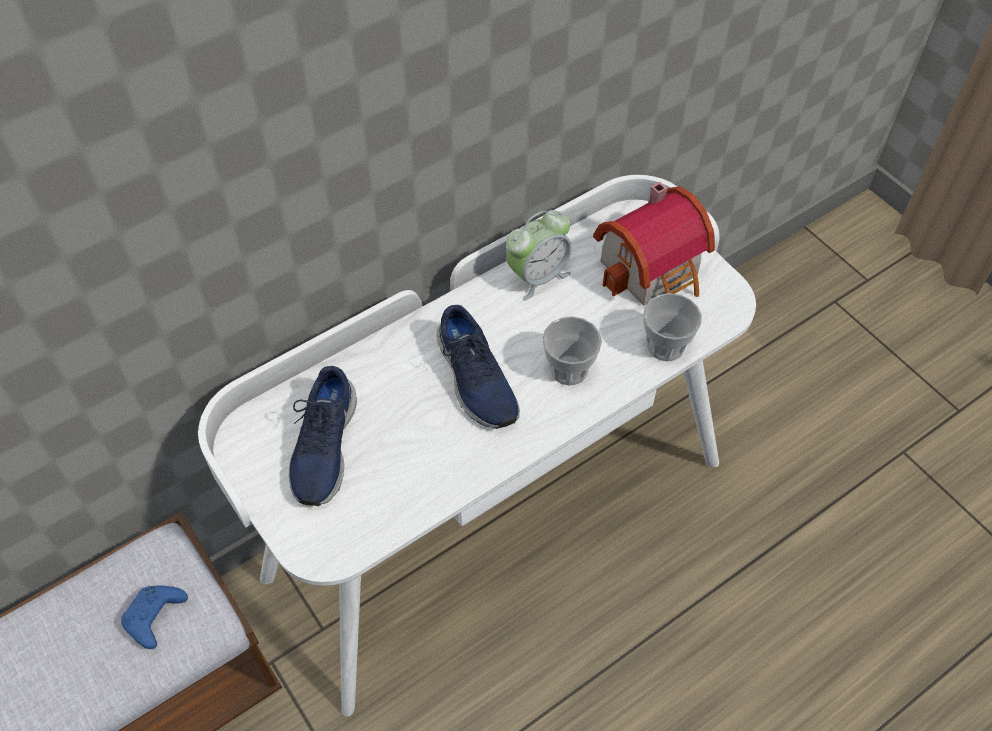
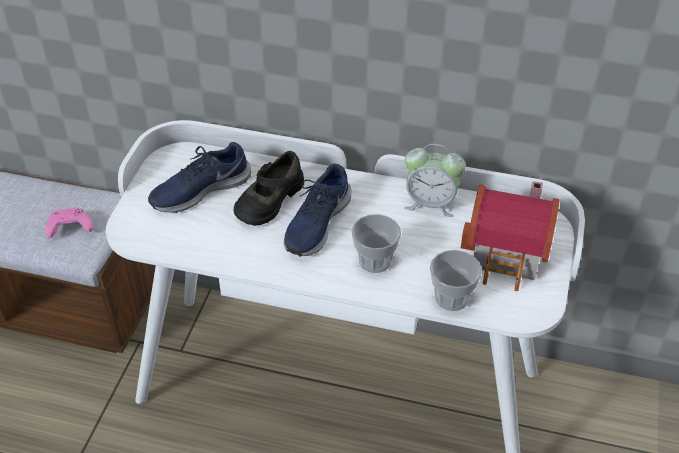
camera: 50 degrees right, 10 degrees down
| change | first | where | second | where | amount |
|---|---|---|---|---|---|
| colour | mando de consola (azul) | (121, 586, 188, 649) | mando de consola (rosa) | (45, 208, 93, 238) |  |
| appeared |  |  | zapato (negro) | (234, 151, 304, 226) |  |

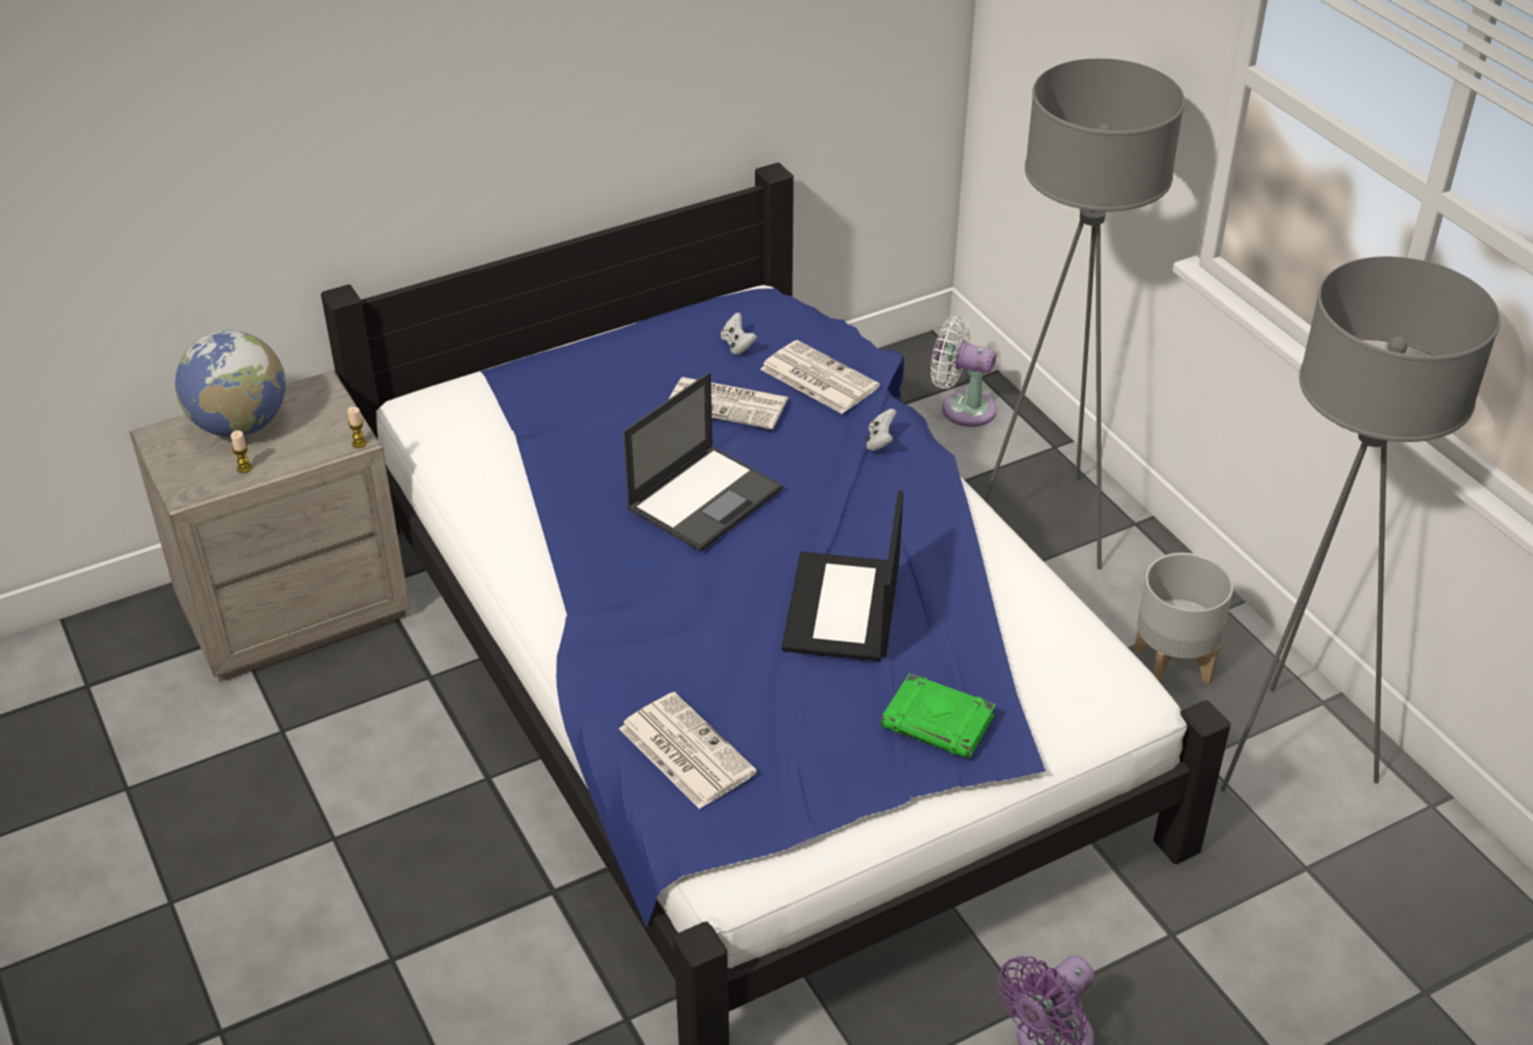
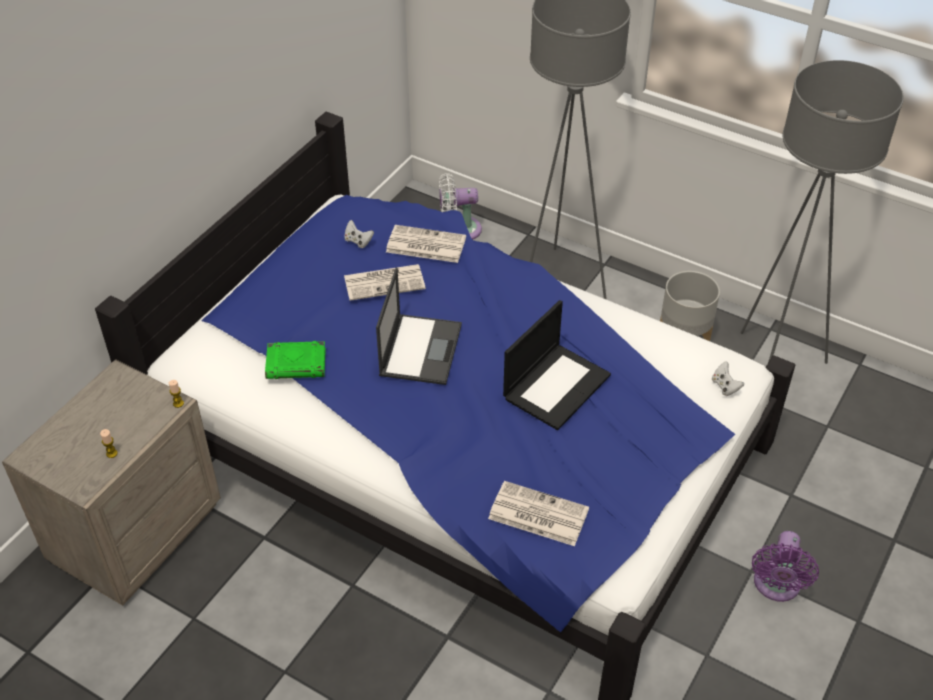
camera: 30 degrees left, 5 degrees up
| change | first | where | second | where | amount |
|---|---|---|---|---|---|
| missing | globo terráqueo | (175, 330, 286, 437) |  |  |  |
| spun | portátil | (782, 490, 904, 661) |  | (503, 300, 611, 430) | 120 degrees counterclockwise |
| relocated | mando de consola (blanco) | (866, 409, 896, 451) |  | (712, 361, 744, 396) |  |
| relocated | libro (verde) | (881, 673, 996, 759) |  | (265, 341, 326, 379) |  |

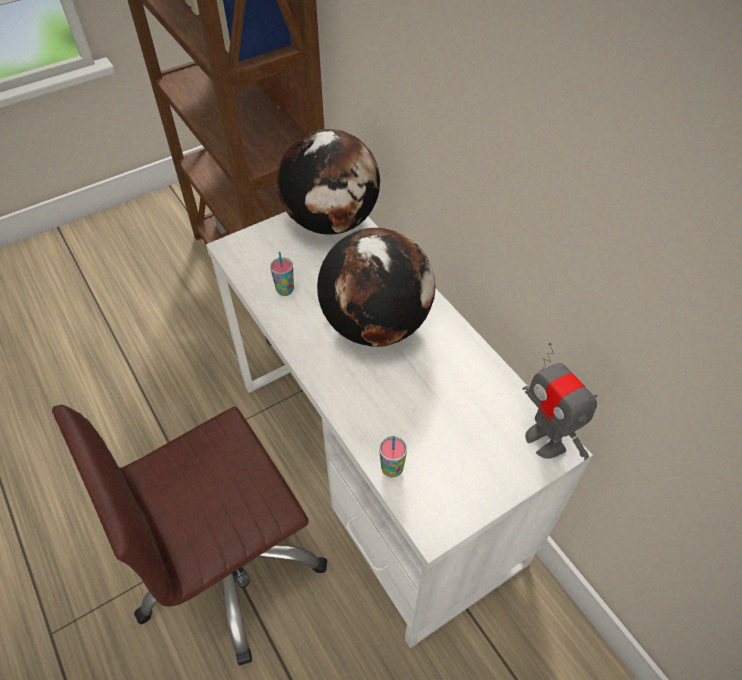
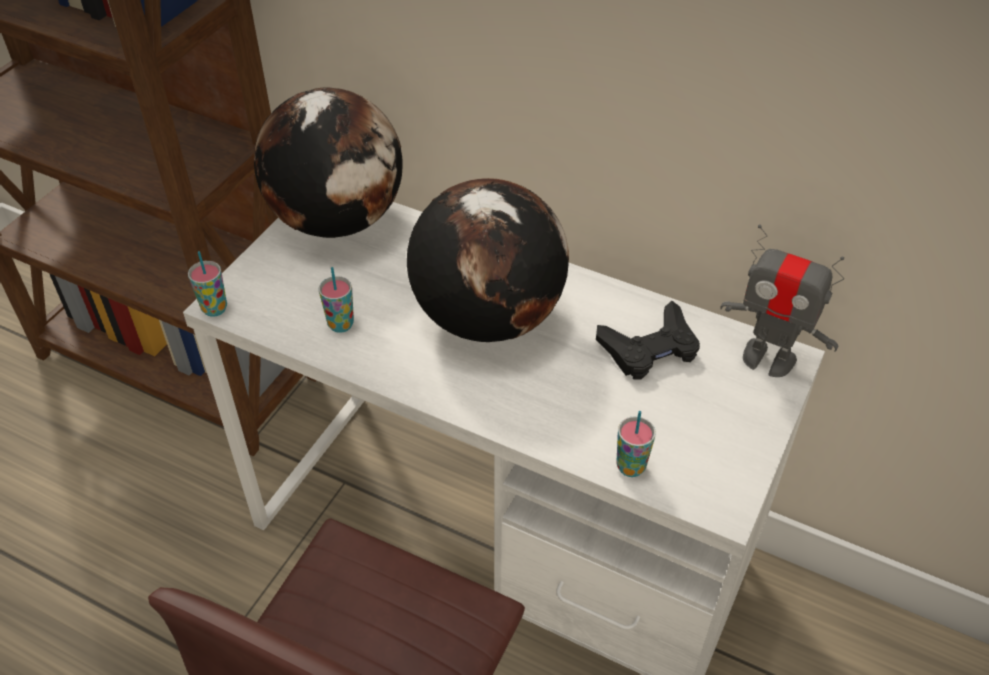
camera: 30 degrees left, 5 degrees down
| change | first | where | second | where | amount |
|---|---|---|---|---|---|
| appeared |  |  | taza | (188, 251, 227, 317) |  |
| appeared |  |  | mando de consola (negro) | (596, 301, 700, 379) |  |

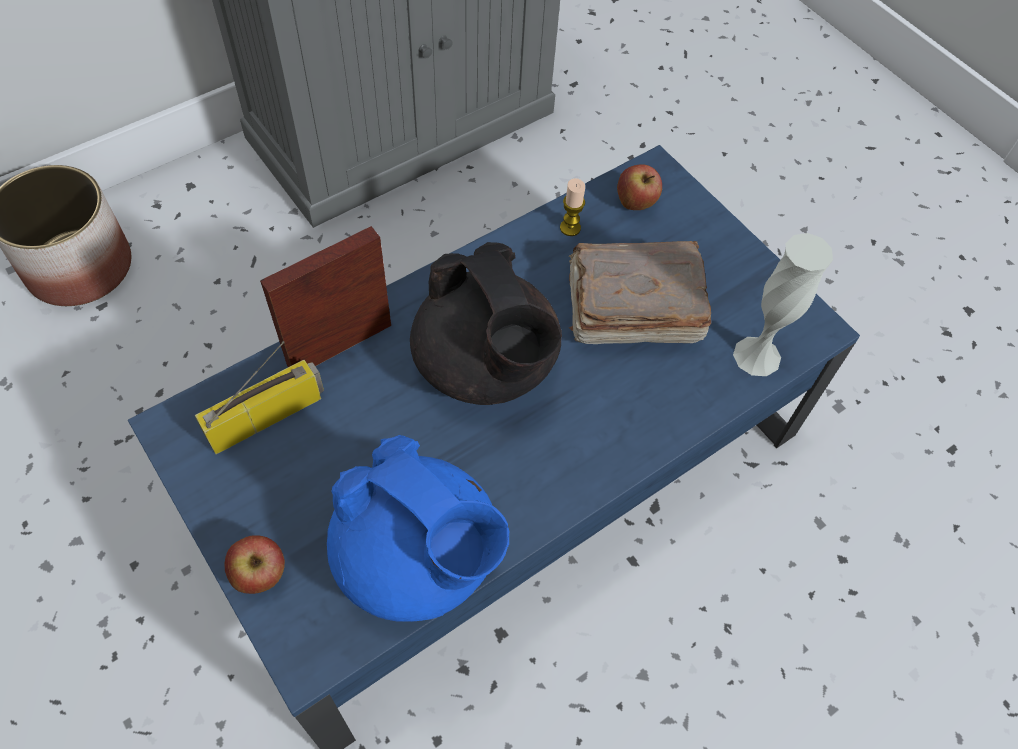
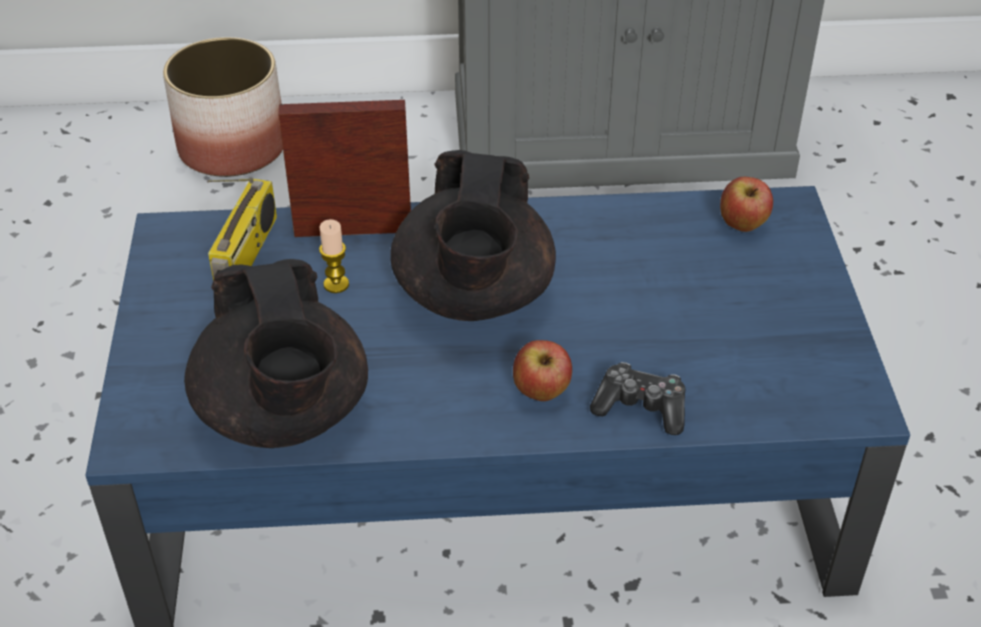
camera: 35 degrees right, 15 degrees down
| change | first | where | second | where | amount |
|---|---|---|---|---|---|
| spun | radio | (195, 341, 324, 454) |  | (207, 177, 277, 280) | 105 degrees clockwise |
| relocated | manzana | (224, 535, 285, 594) |  | (513, 340, 572, 401) |  |
| colour | tetera (azul) | (327, 435, 509, 622) | tetera (negro) | (184, 259, 368, 448) |  |
| relocated | vela | (560, 178, 585, 236) |  | (319, 219, 349, 293) |  |
| missing | libro (marrón) | (569, 241, 711, 344) |  |  |  |
| missing | florero (blanco) | (733, 233, 833, 376) |  |  |  |
| appeared |  |  | mando de consola | (590, 362, 686, 435) |  |

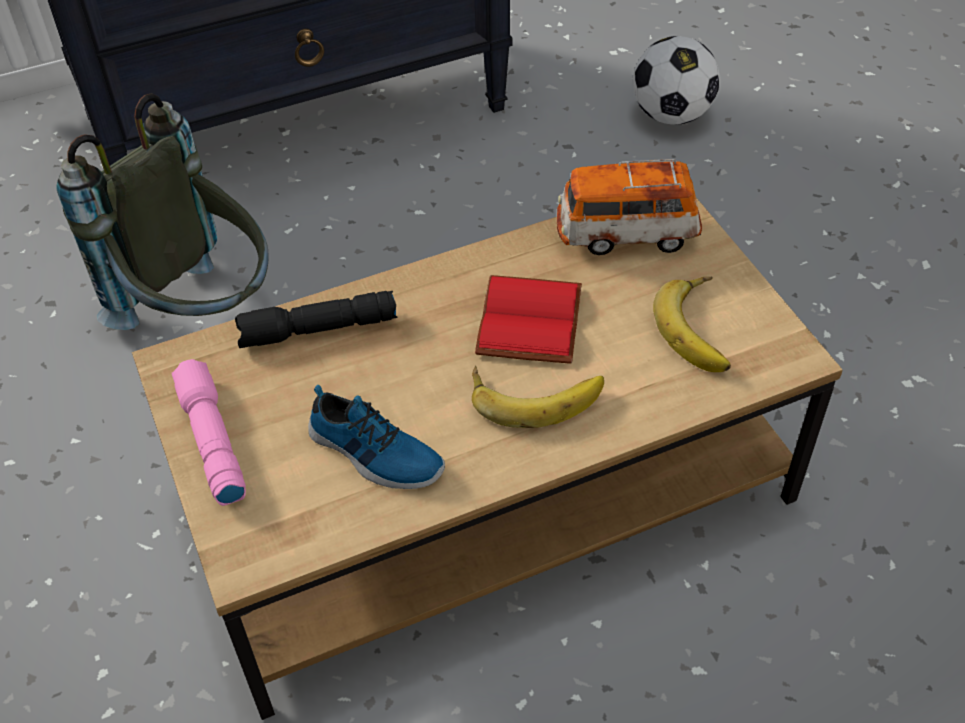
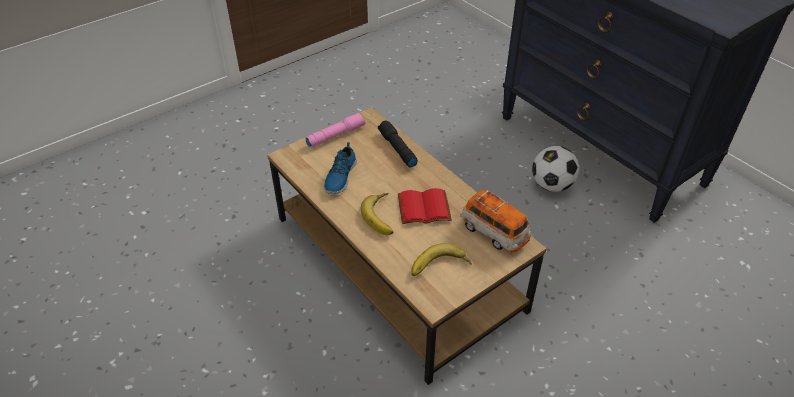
camera: 75 degrees right, 5 degrees down
| change | first | where | second | where | amount |
|---|---|---|---|---|---|
| missing | mochila (gris) | (56, 94, 269, 330) |  |  |  |
| spun | coche de juguete | (557, 159, 702, 255) |  | (460, 189, 531, 252) | 150 degrees clockwise |
| relocated | balón de fútbol | (633, 36, 720, 125) |  | (532, 146, 579, 192) |  |

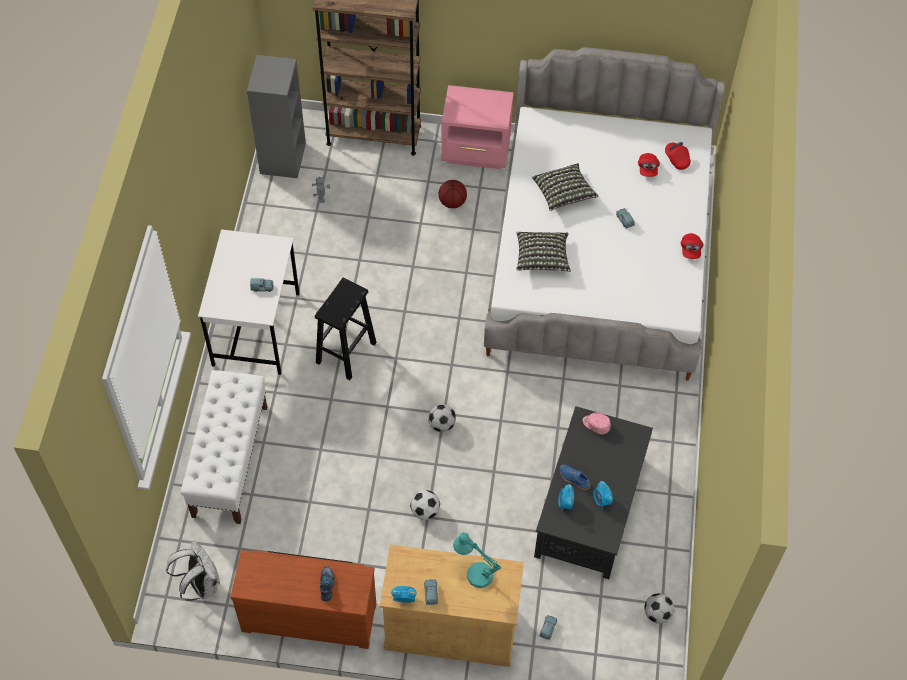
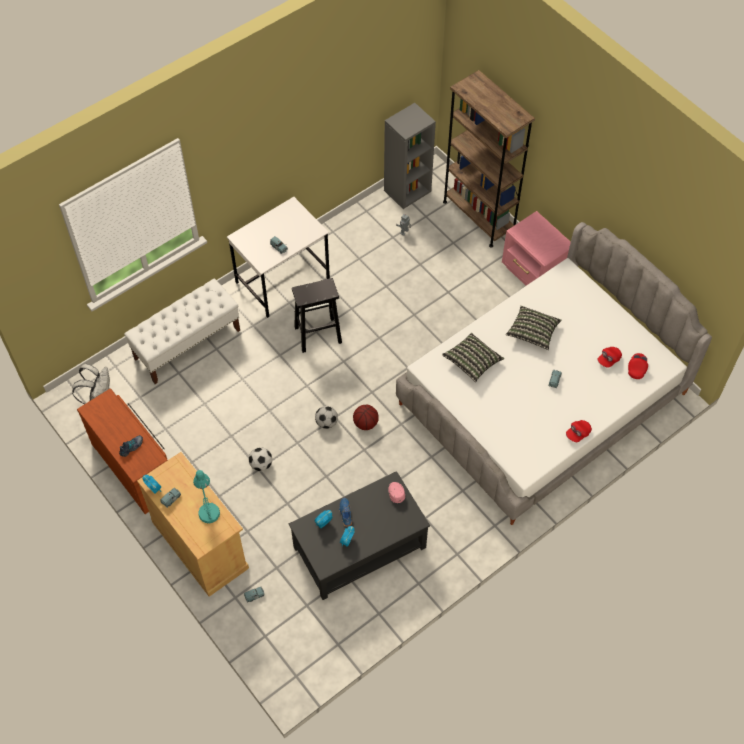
camera: 45 degrees right, 0 degrees up
| change | first | where | second | where | amount |
|---|---|---|---|---|---|
| relocated | balón de baloncesto | (439, 180, 467, 208) |  | (353, 405, 379, 430) |  |
| missing | balón de fútbol | (644, 593, 675, 624) |  |  |  |

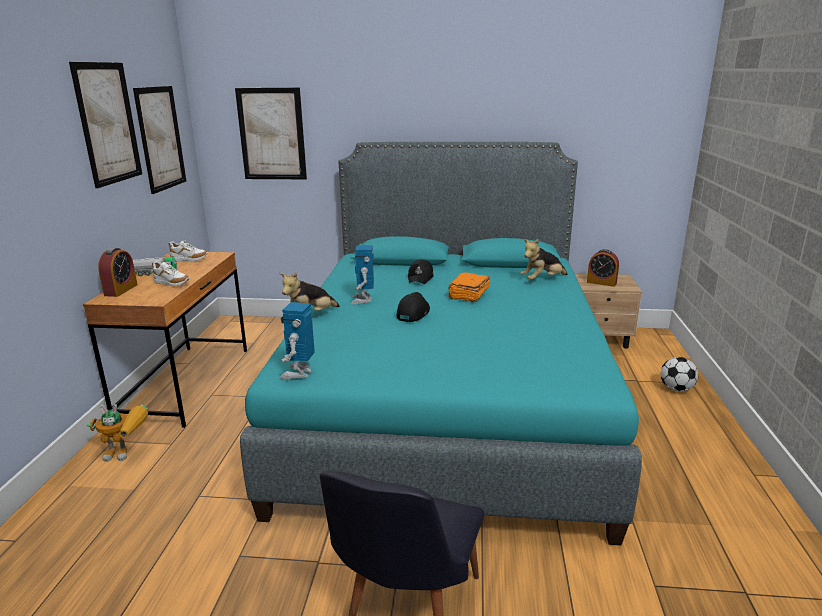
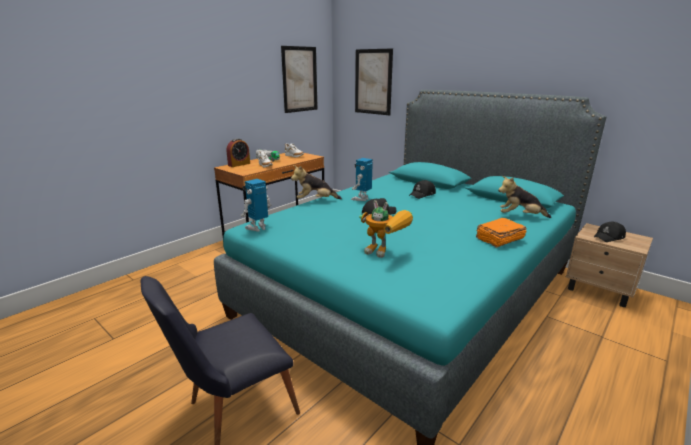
camera: 35 degrees right, 0 degrees up
| change | first | where | second | where | amount |
|---|---|---|---|---|---|
| missing | cuadro | (69, 62, 142, 188) |  |  |  |
| relocated | robot de juguete | (87, 404, 148, 462) |  | (359, 200, 413, 258) |  |
| relocated | libro (naranja) | (448, 272, 490, 302) |  | (476, 218, 527, 248) |  |
| exchanged | despertador | (587, 249, 619, 287) | gorra (negro) | (593, 222, 626, 242) |  |
| missing | balón de fútbol | (660, 357, 698, 392) |  |  |  |

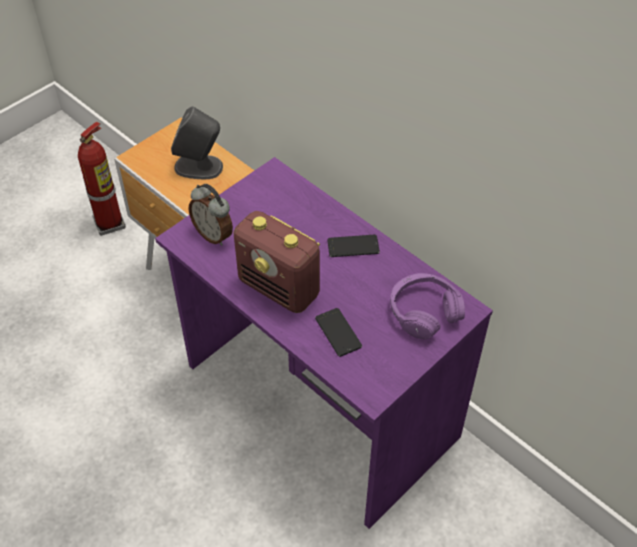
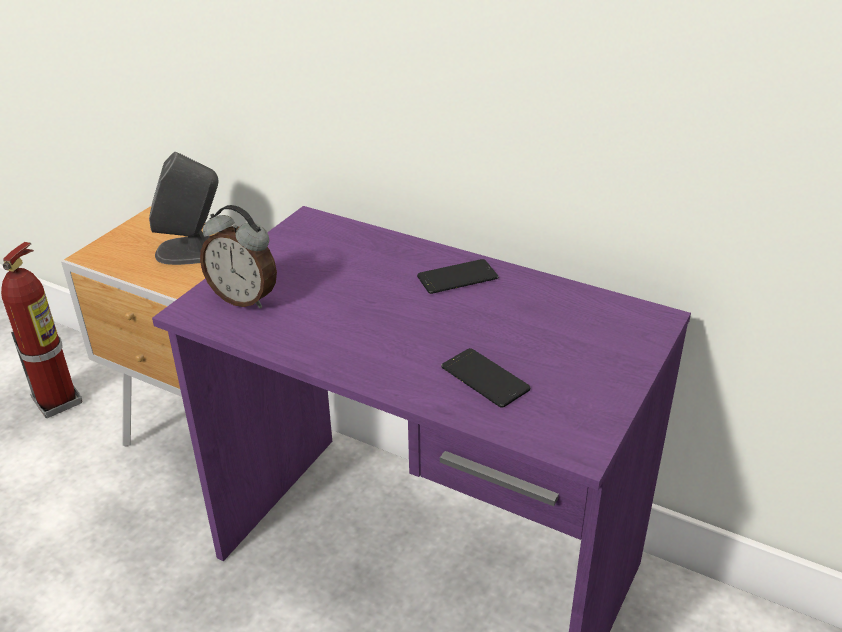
camera: 15 degrees left, 15 degrees down
| change | first | where | second | where | amount |
|---|---|---|---|---|---|
| missing | radio | (234, 211, 320, 313) |  |  |  |
| missing | auriculares (morado) | (390, 273, 465, 339) |  |  |  |

